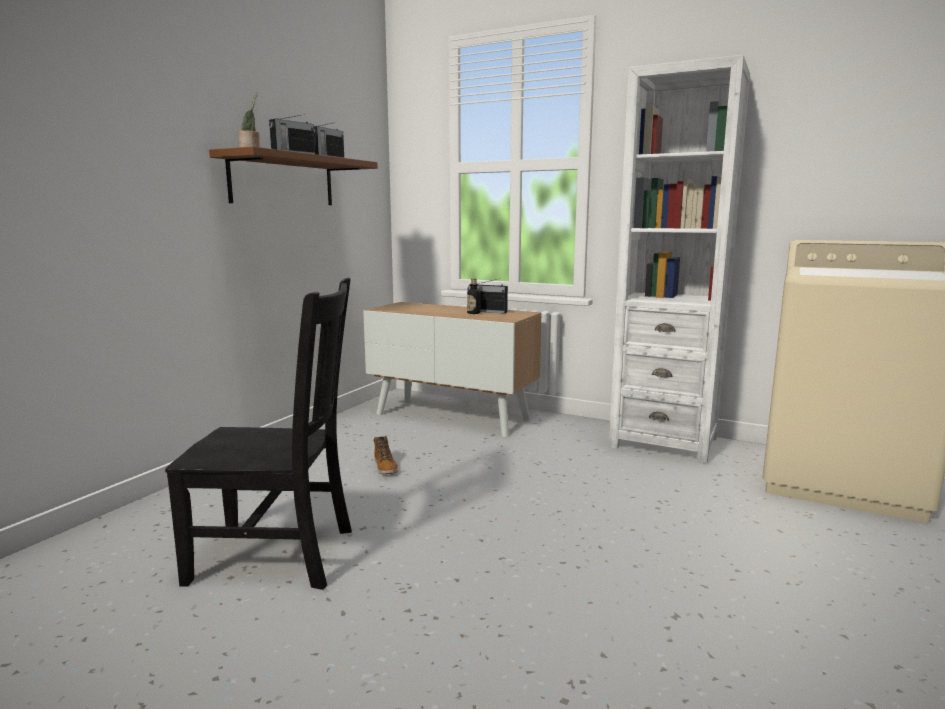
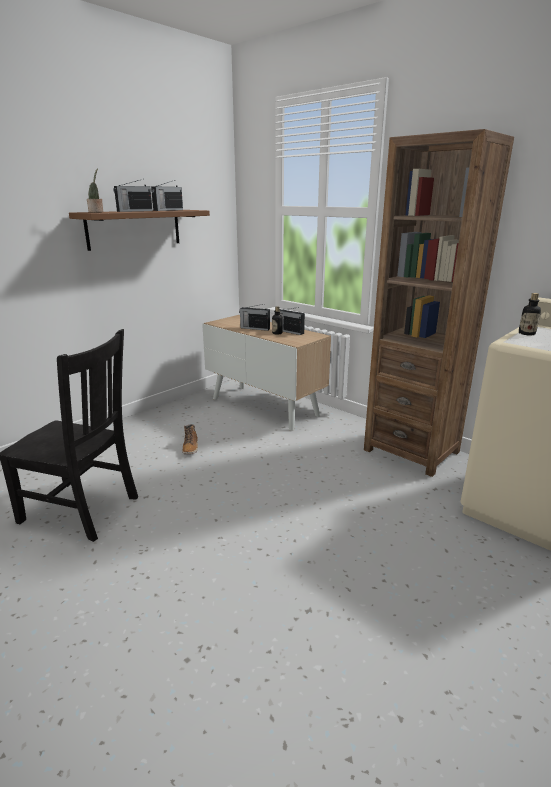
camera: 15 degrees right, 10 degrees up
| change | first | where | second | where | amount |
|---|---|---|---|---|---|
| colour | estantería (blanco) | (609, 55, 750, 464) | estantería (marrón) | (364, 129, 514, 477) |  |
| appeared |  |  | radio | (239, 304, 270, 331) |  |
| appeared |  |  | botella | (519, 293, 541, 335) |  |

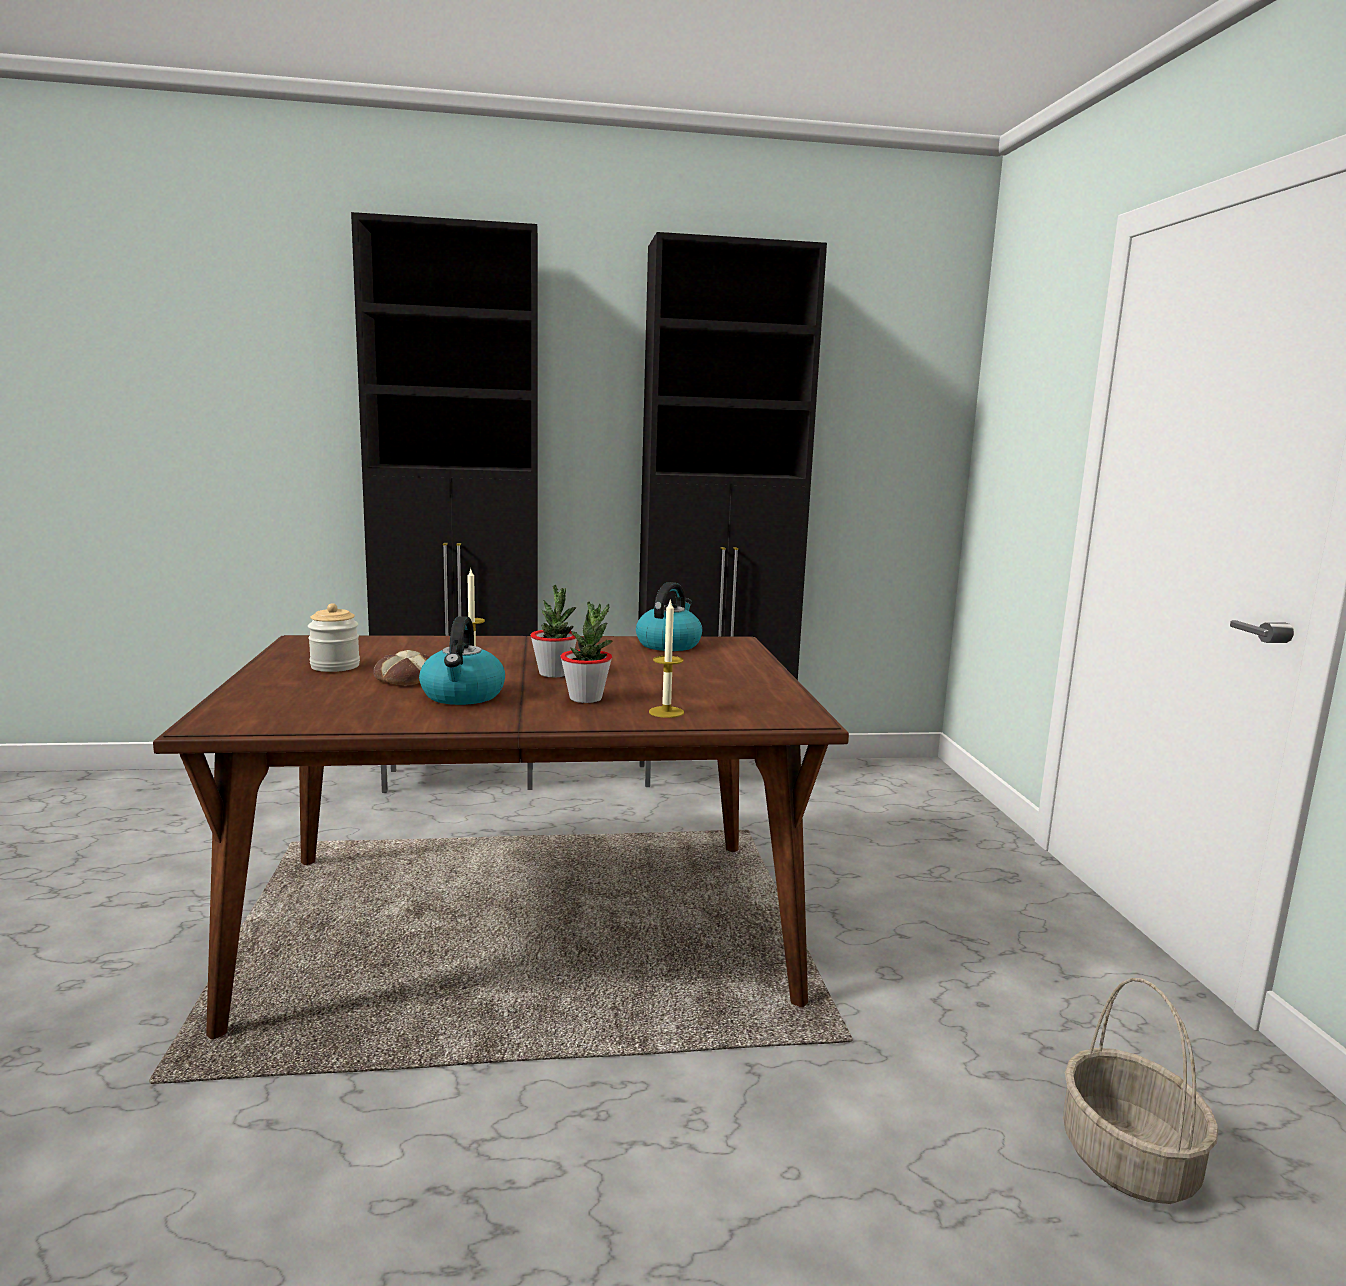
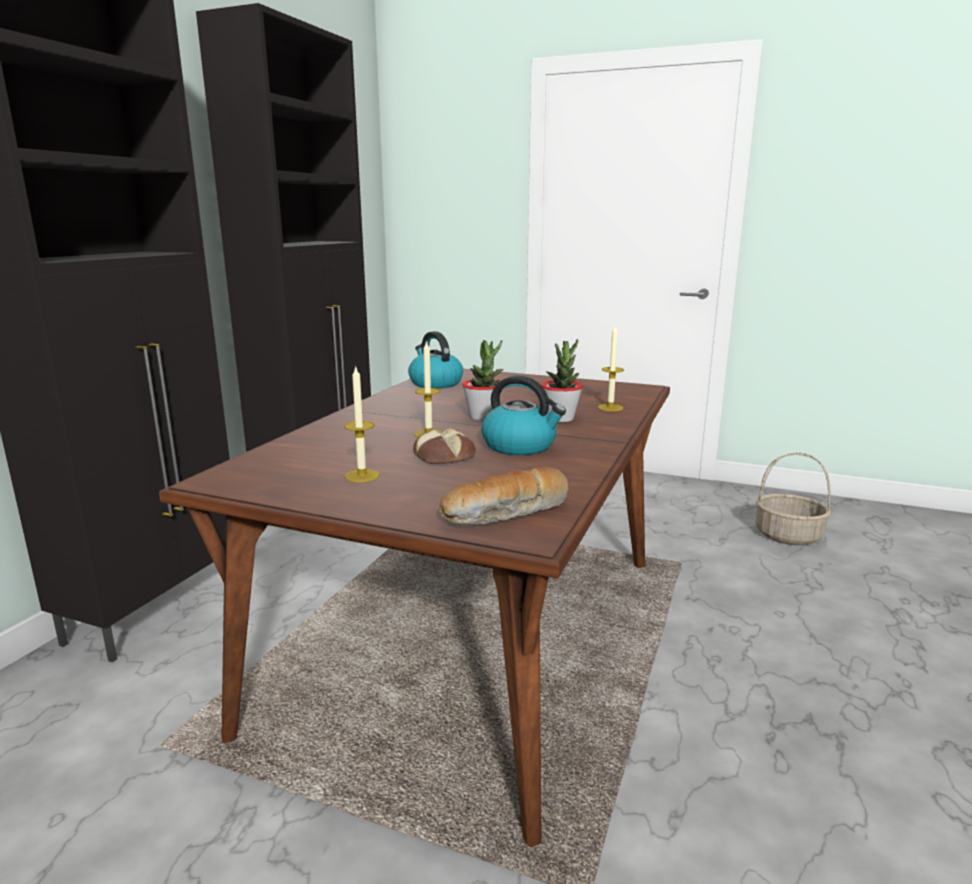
camera: 60 degrees left, 5 degrees up
| change | first | where | second | where | amount |
|---|---|---|---|---|---|
| exchanged | tarro | (308, 603, 360, 672) | vela | (344, 366, 380, 482) |  |
| appeared |  |  | pan | (439, 467, 568, 526) |  |

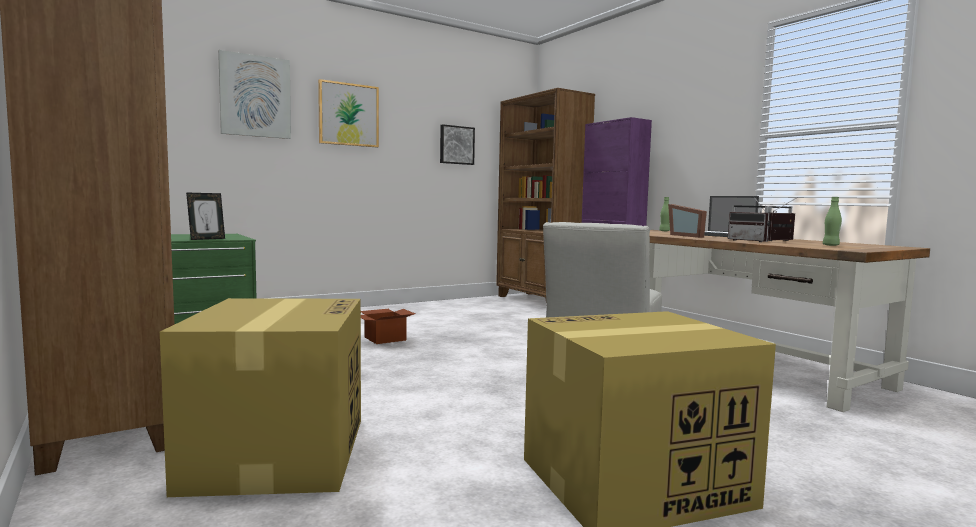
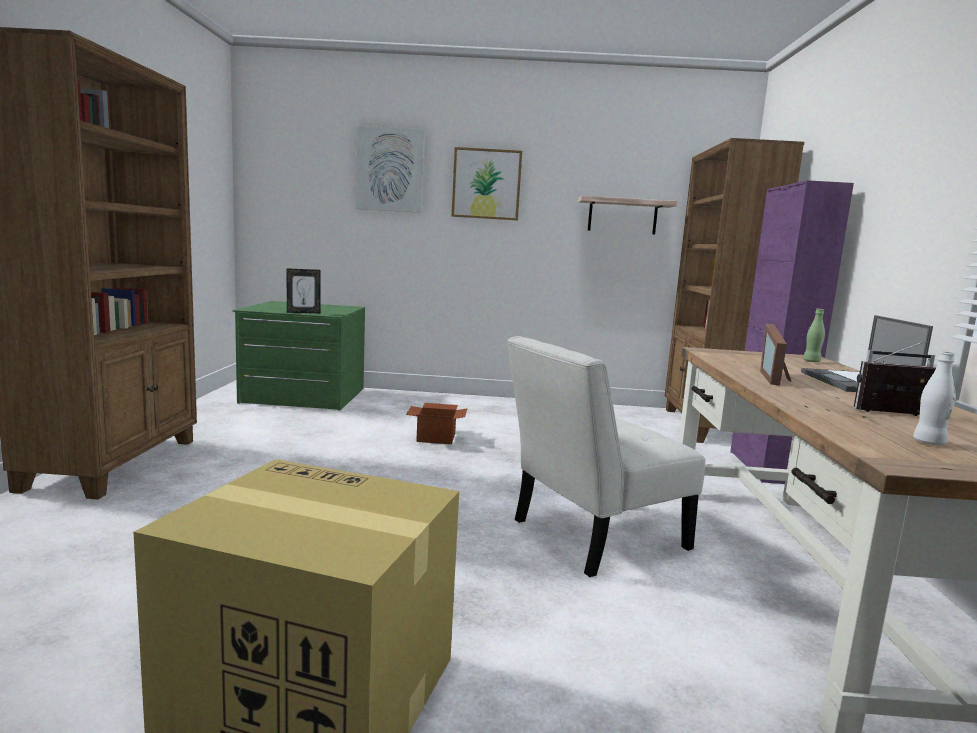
camera: 35 degrees right, 5 degrees up
| change | first | where | second | where | amount |
|---|---|---|---|---|---|
| missing | caja de cartón | (160, 298, 361, 497) |  |  |  |
| exchanged | cuadro | (440, 124, 475, 165) | estante | (578, 196, 677, 234) |  |
| missing | radio | (728, 196, 771, 242) |  |  |  |
| colour | botella (verde) | (823, 197, 842, 246) | botella (blanco) | (913, 352, 956, 445) |  |

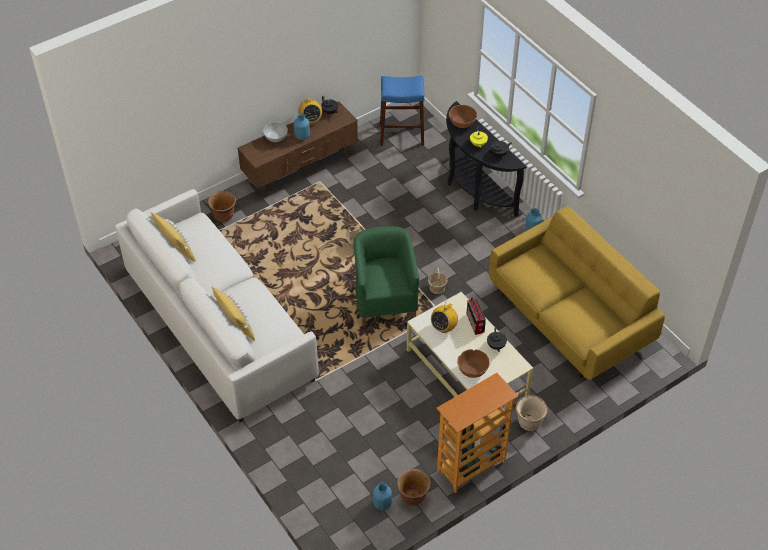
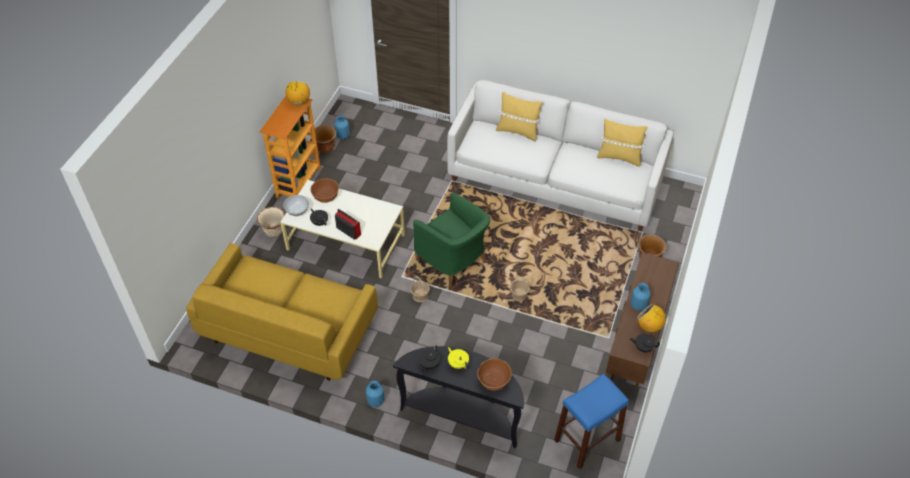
camera: 145 degrees right, 0 degrees up
| change | first | where | second | where | amount |
|---|---|---|---|---|---|
| relocated | cuenco (blanco) | (263, 122, 288, 142) |  | (283, 195, 309, 216) |  |
| relocated | radio | (431, 303, 458, 333) |  | (285, 81, 310, 106) |  |

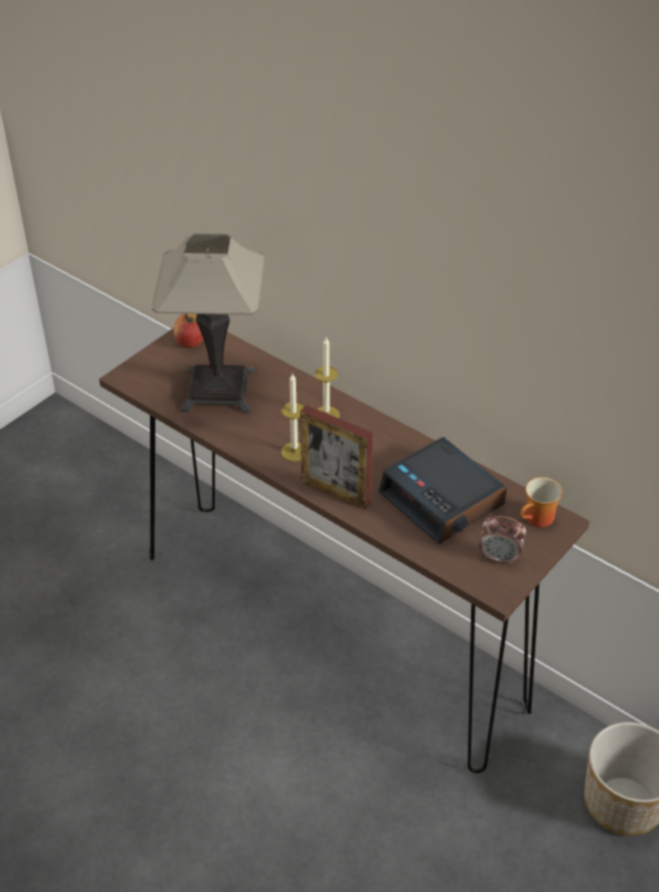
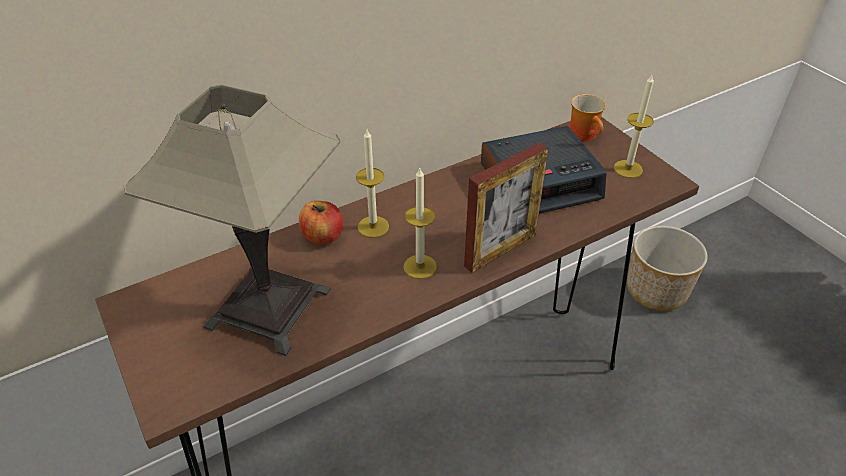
camera: 70 degrees left, 0 degrees up
| change | first | where | second | where | amount |
|---|---|---|---|---|---|
| relocated | manzana | (174, 314, 204, 348) |  | (299, 201, 343, 244) |  |
| exchanged | despertador | (479, 516, 526, 565) | vela | (614, 75, 654, 178) |  |

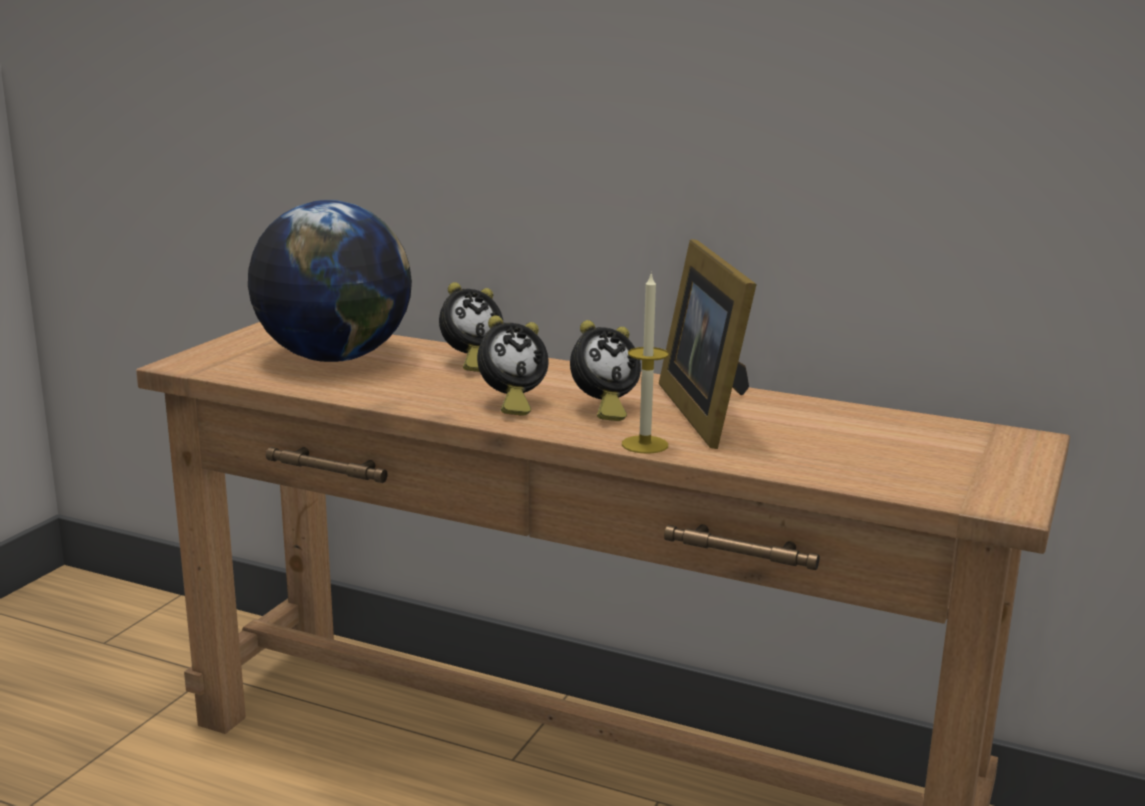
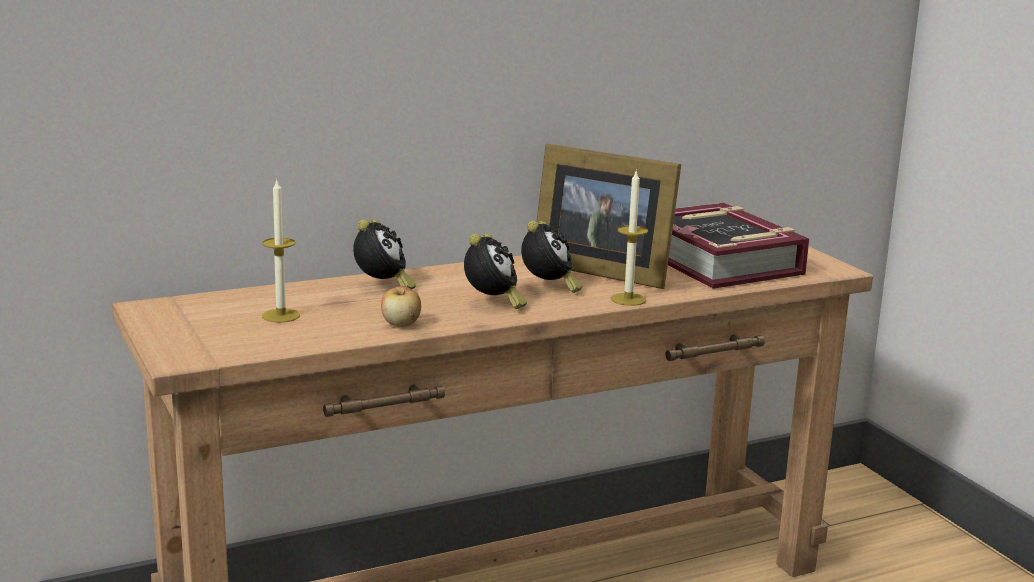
camera: 50 degrees left, 0 degrees up
| change | first | where | second | where | amount |
|---|---|---|---|---|---|
| exchanged | globo terráqueo | (248, 200, 412, 362) | vela | (262, 178, 300, 323) |  |
| appeared |  |  | manzana | (381, 285, 421, 327) |  |
| appeared |  |  | libro | (668, 203, 809, 289) |  |

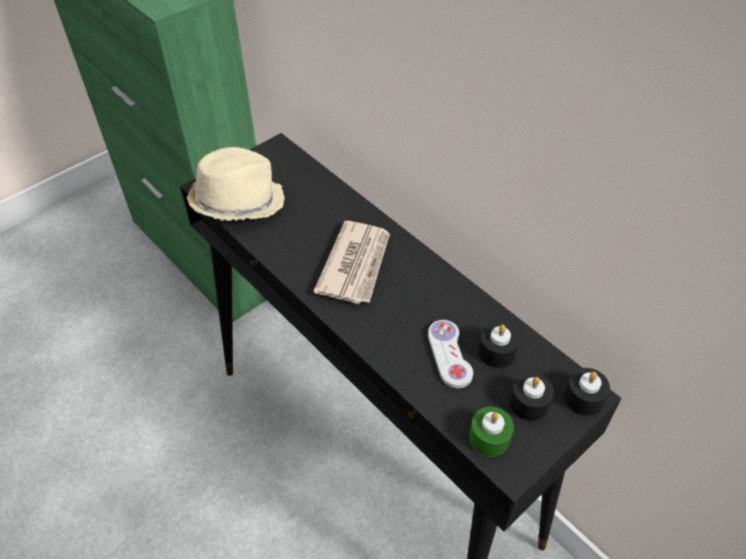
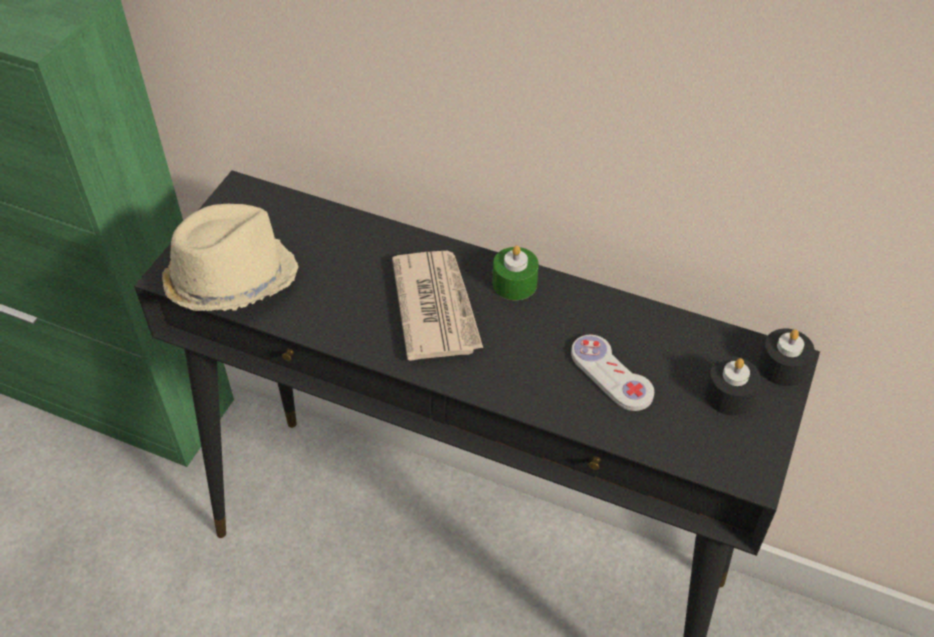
camera: 25 degrees left, 0 degrees up
| change | first | where | second | where | amount |
|---|---|---|---|---|---|
| relocated | vela (verde) | (469, 407, 514, 457) |  | (493, 245, 539, 300) |  |
| missing | vela (negro) | (478, 322, 519, 368) |  |  |  |

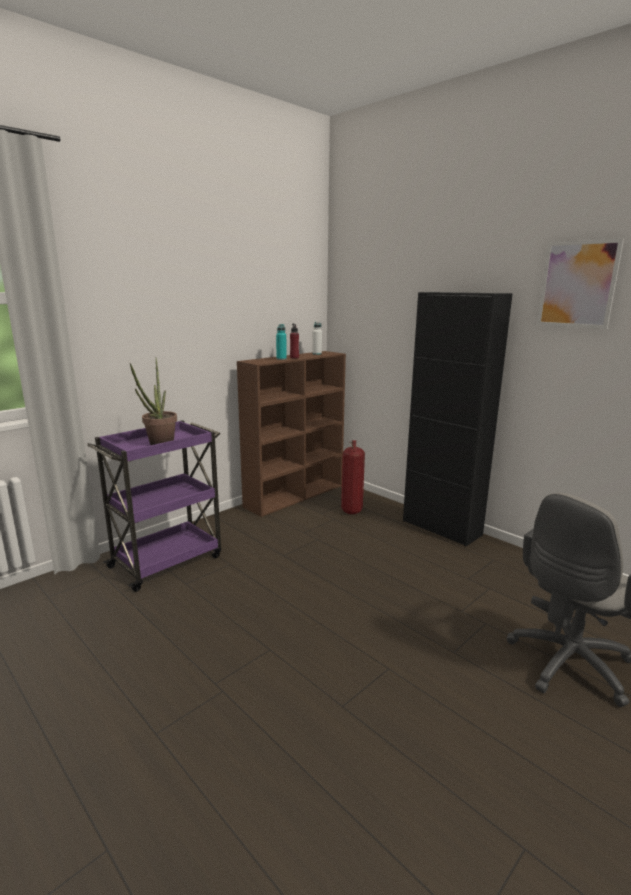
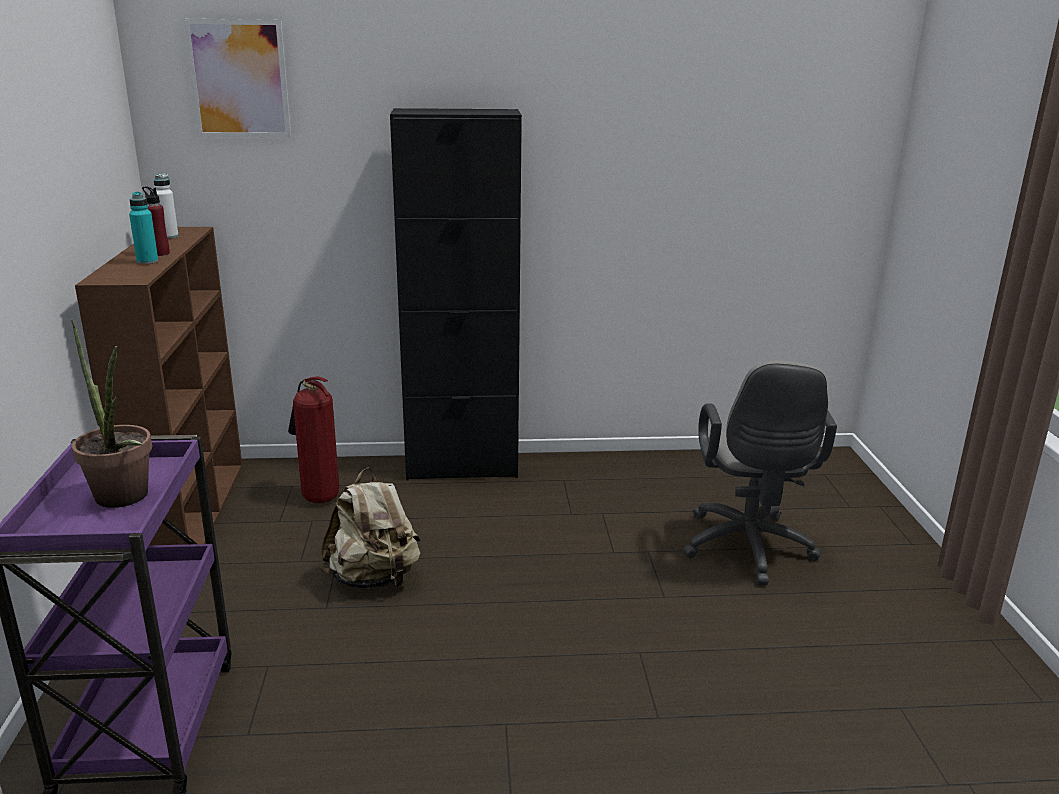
camera: 50 degrees left, 5 degrees up
| change | first | where | second | where | amount |
|---|---|---|---|---|---|
| relocated | cuadro | (537, 238, 624, 329) |  | (183, 19, 291, 138) |  |
| appeared |  |  | mochila (beis) | (320, 468, 420, 589) |  |

